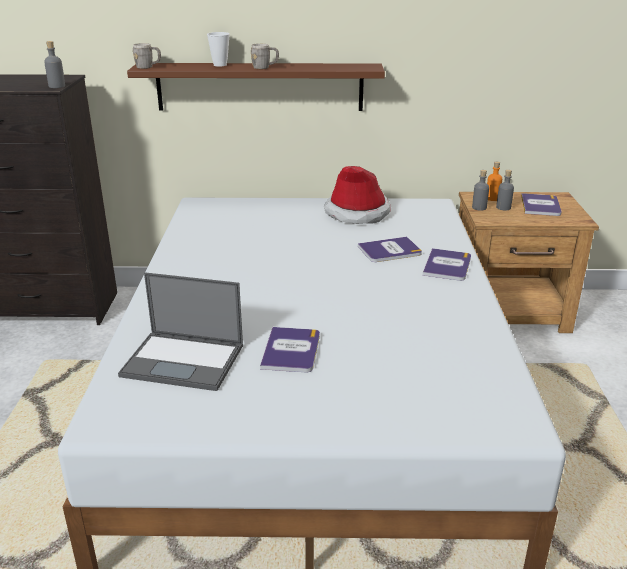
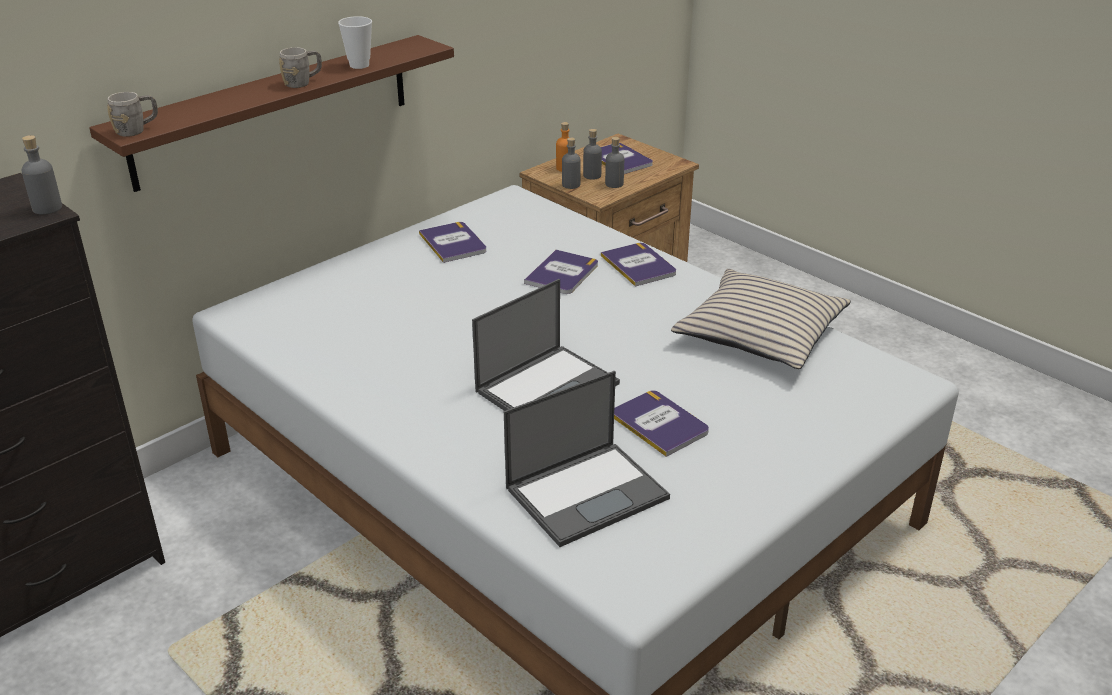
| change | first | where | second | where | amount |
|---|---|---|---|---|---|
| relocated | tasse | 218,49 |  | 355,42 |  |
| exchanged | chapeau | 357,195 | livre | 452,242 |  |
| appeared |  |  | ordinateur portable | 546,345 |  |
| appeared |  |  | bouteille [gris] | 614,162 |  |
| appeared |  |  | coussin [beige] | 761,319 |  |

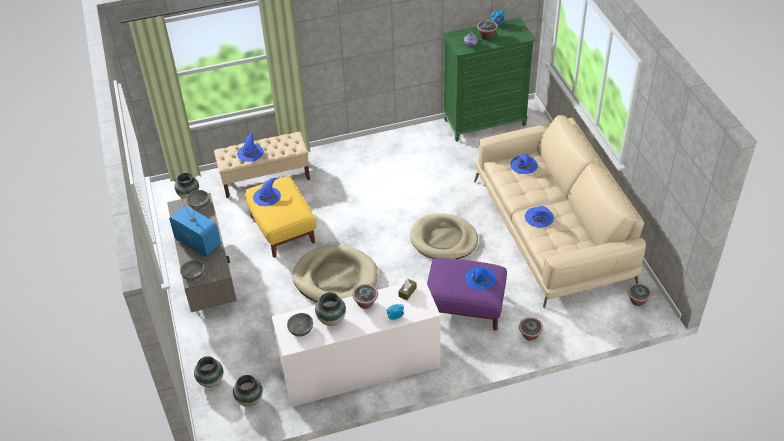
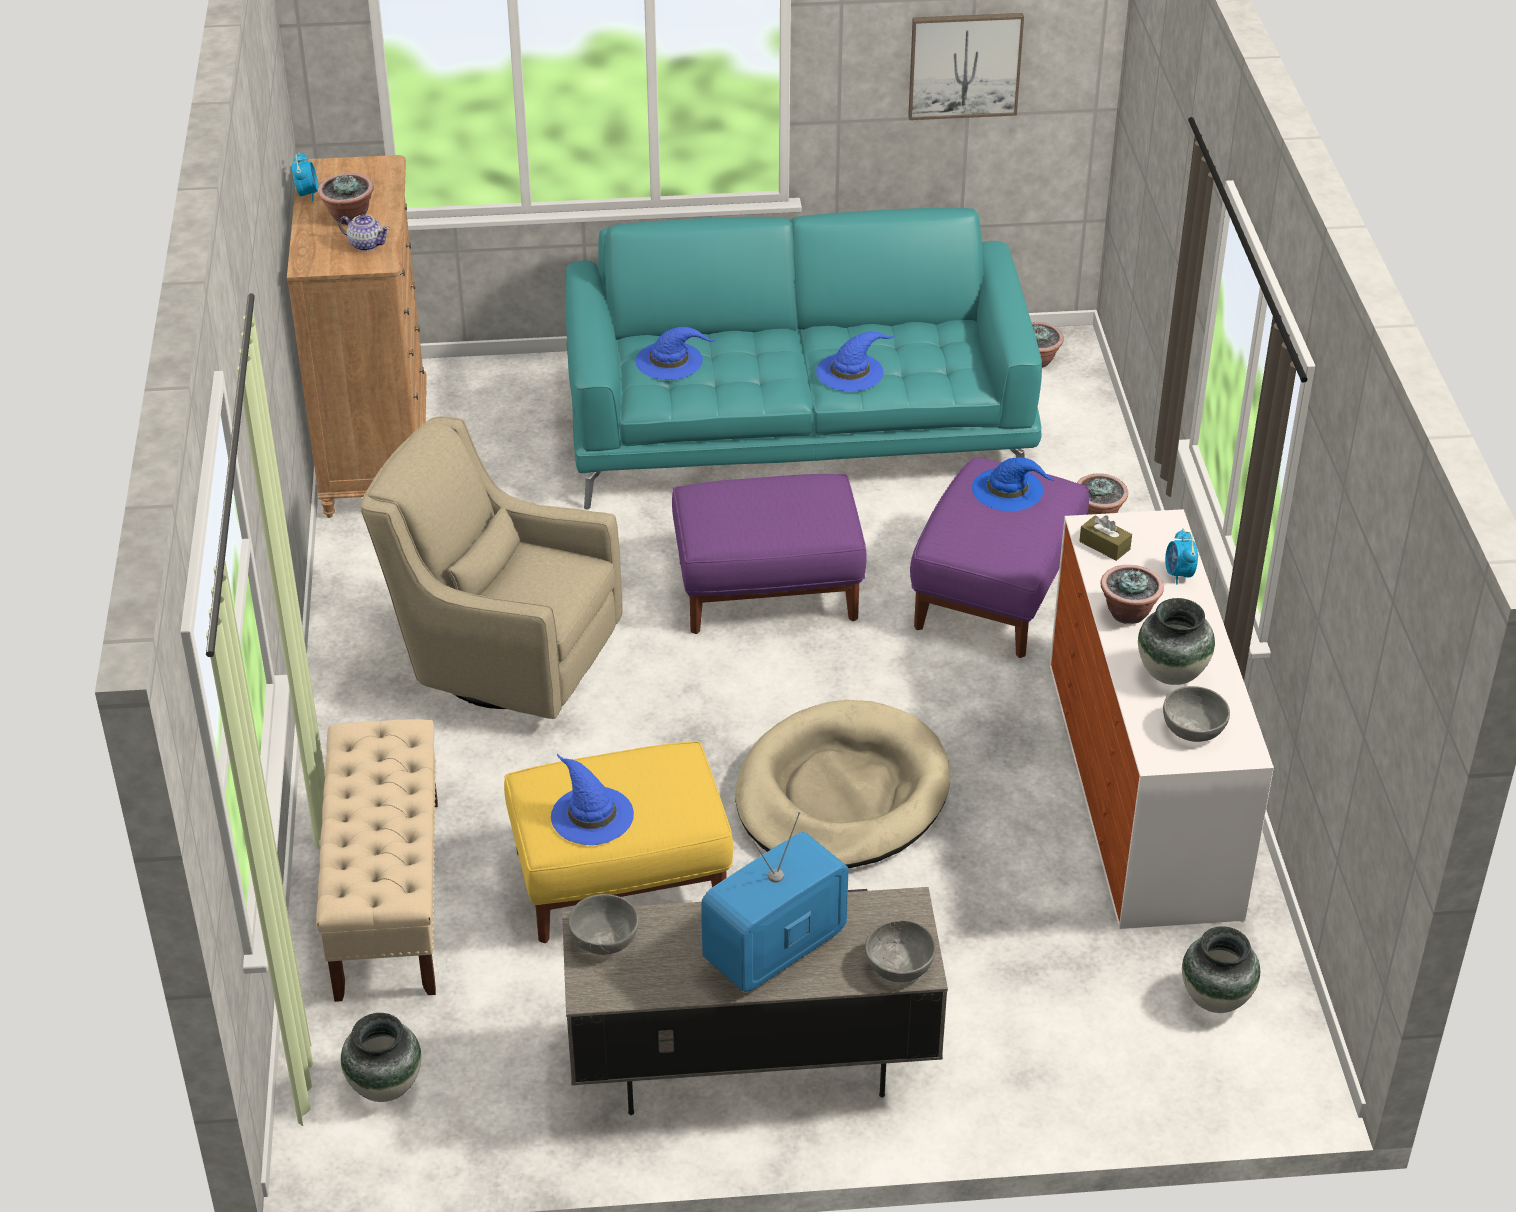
| change | first | where | second | where | amount |
|---|---|---|---|---|---|
| colour | commode [vert] | 489,80 | commode [marron] | 357,336 |  |
| appeared |  |  | fauteuil [beige] | 491,567 |  |
| colour | canapé [beige] | 560,211 | canapé [turquoise] | 803,359 |  |
| exchanged | panier pour chien [beige] | 444,236 | pouf [violet] | 769,554 |  |
| appeared |  |  | tableau | 966,66 |  |
| missing | vase | 208,372 |  |  |  |
| missing | chapeau [bleu] | 250,146 |  |  |  |

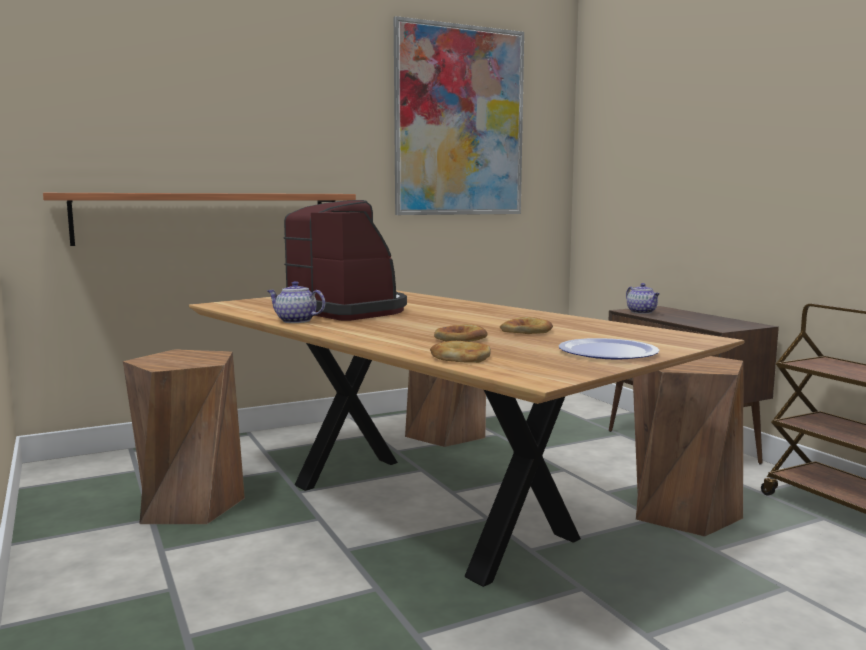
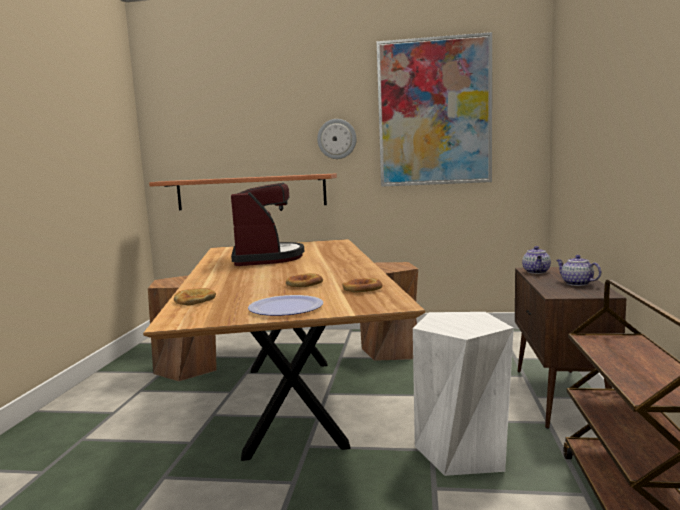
| change | first | where | second | where | amount |
|---|---|---|---|---|---|
| appeared |  |  | horloge murale | 336,139 |  |
| relocated | pain | 461,333 |  | 362,285 |  |
| colour | tabouret [marron] | 688,446 | tabouret [blanc] | 463,394 |  |
| relocated | théière | 296,302 |  | 578,270 |  |

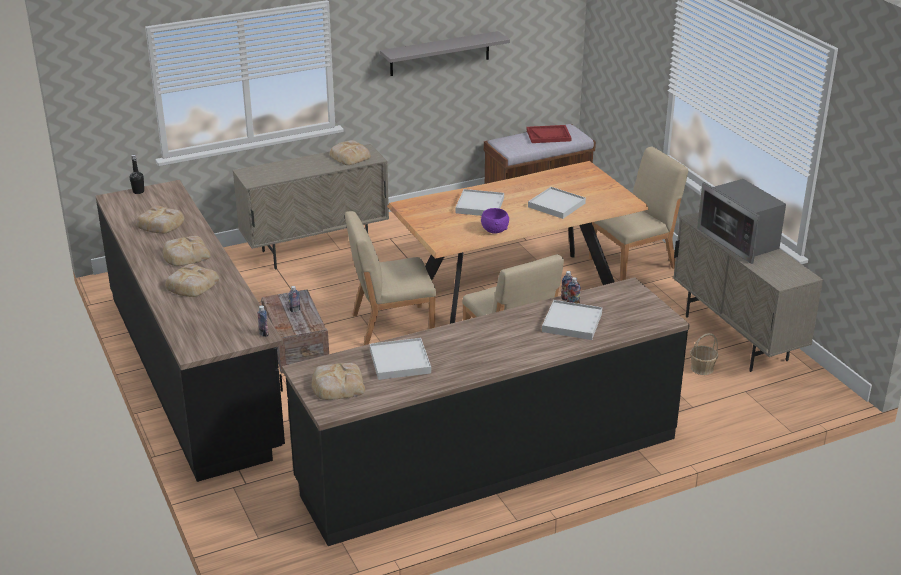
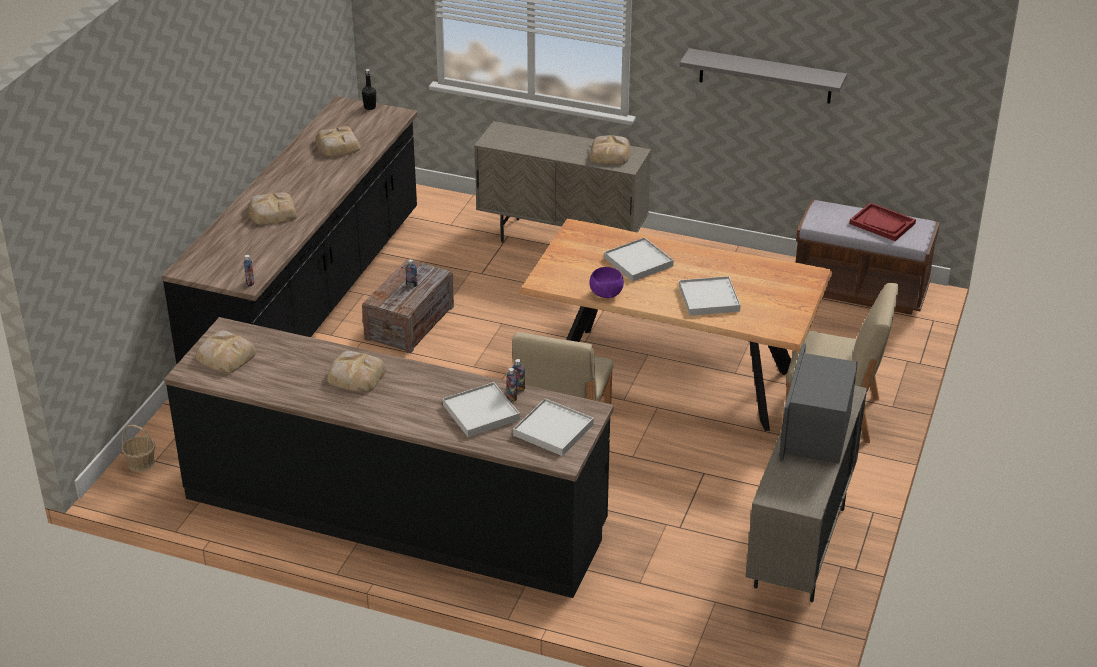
| change | first | where | second | where | amount |
|---|---|---|---|---|---|
| relocated | panier | 704,354 |  | 138,448 |  |
| relocated | pain | 187,251 |  | 356,371 |  |
| relocated | plateau [blanc] | 400,359 |  | 553,427 |  |
| missing | chaise [beige] | 390,278 |  |  |  |

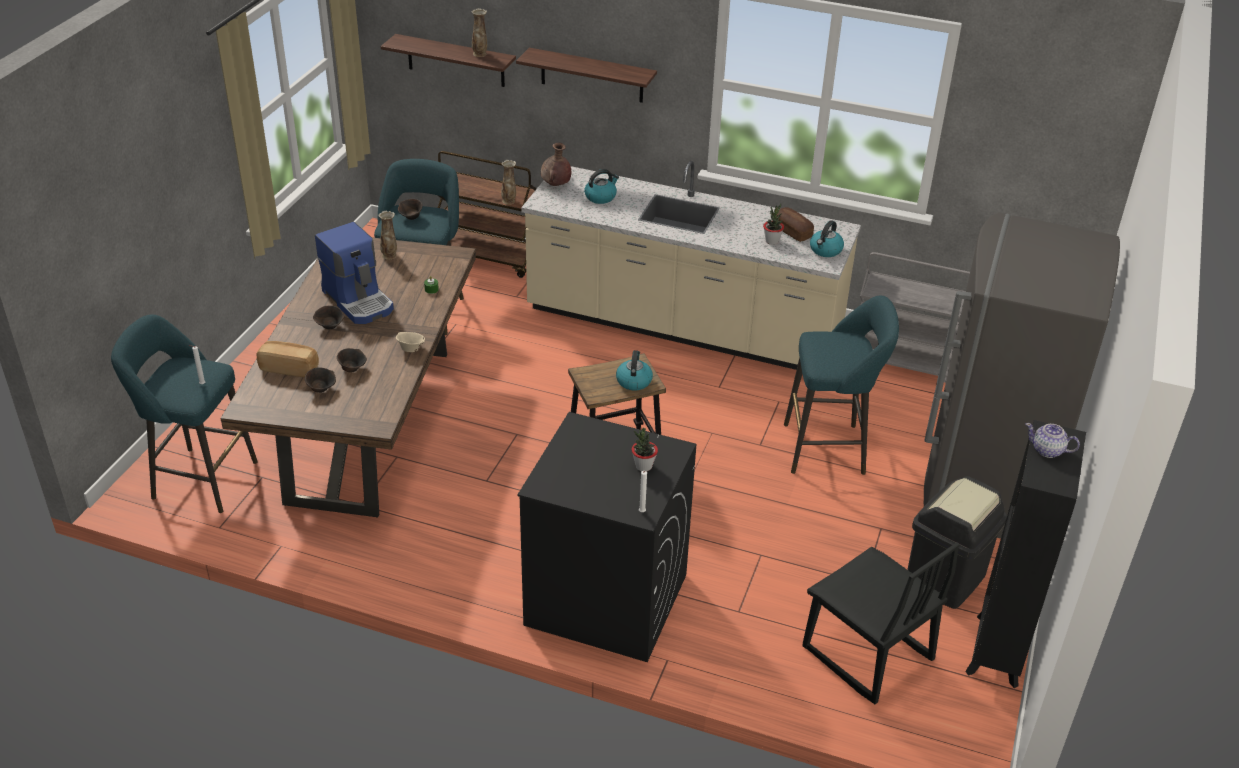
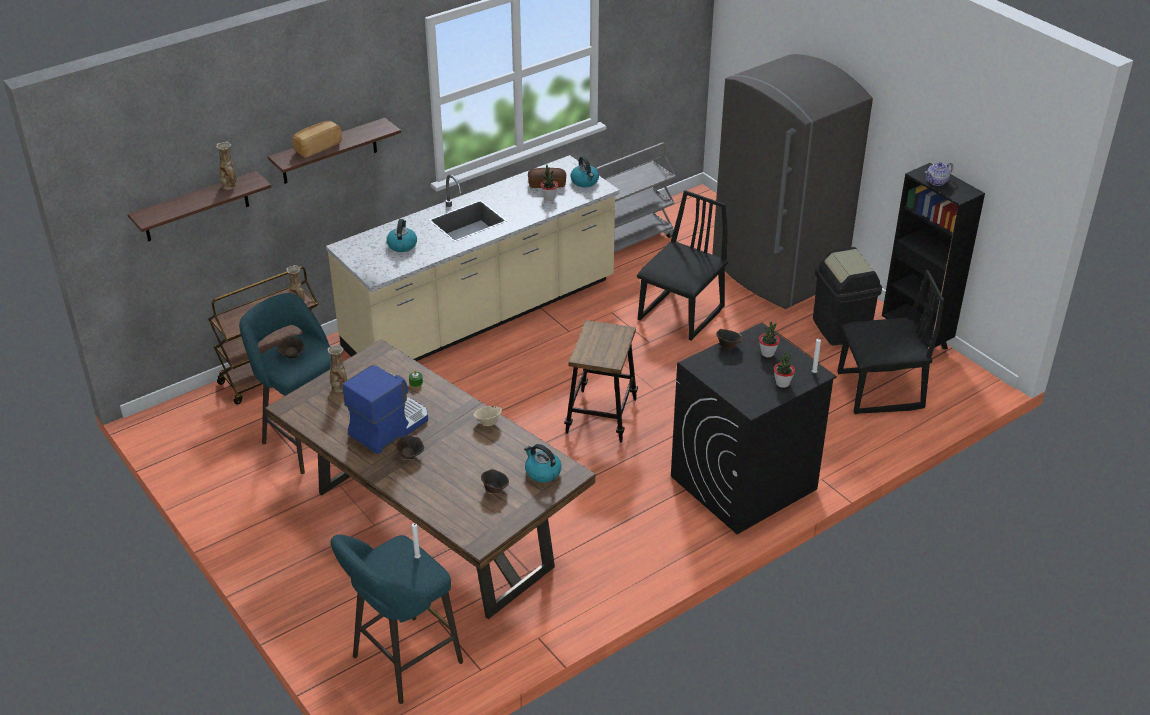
| change | first | where | second | where | amount |
|---|---|---|---|---|---|
| relocated | pain | 287,359 |  | 317,139 |  |
| spun | machine à café | 354,273 |  | 385,409 | 45 degrees counterclockwise |
| relocated | bouilloire | 634,370 |  | 543,463 |  |
| exchanged | tabouret [turquoise] | 841,385 | chaise [noir] | 682,265 |  |
| relocated | bol [marron] | 352,360 |  | 729,339 |  |
| appeared |  |  | plante en pot | 784,369 |  |
| missing | vase [marron] | 556,164 |  |  |  |

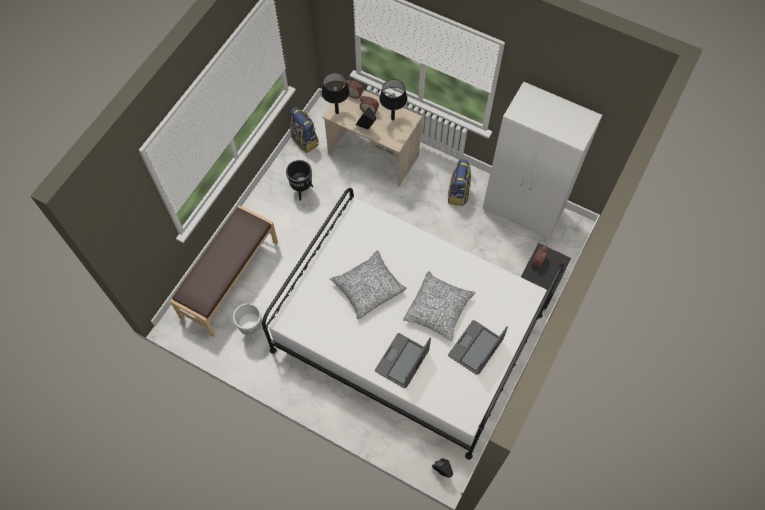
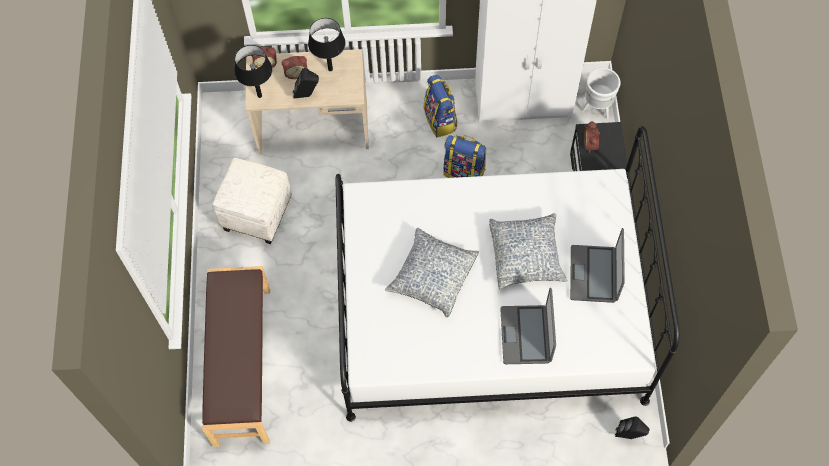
| change | first | where | second | where | amount |
|---|---|---|---|---|---|
| exchanged | cache-pot [noir] | 299,180 | pouf [blanc] | 252,201 |  |
| relocated | sac à dos | 304,130 |  | 465,156 |  |
| relocated | cache-pot [blanc] | 247,323 |  | 601,93 |  |

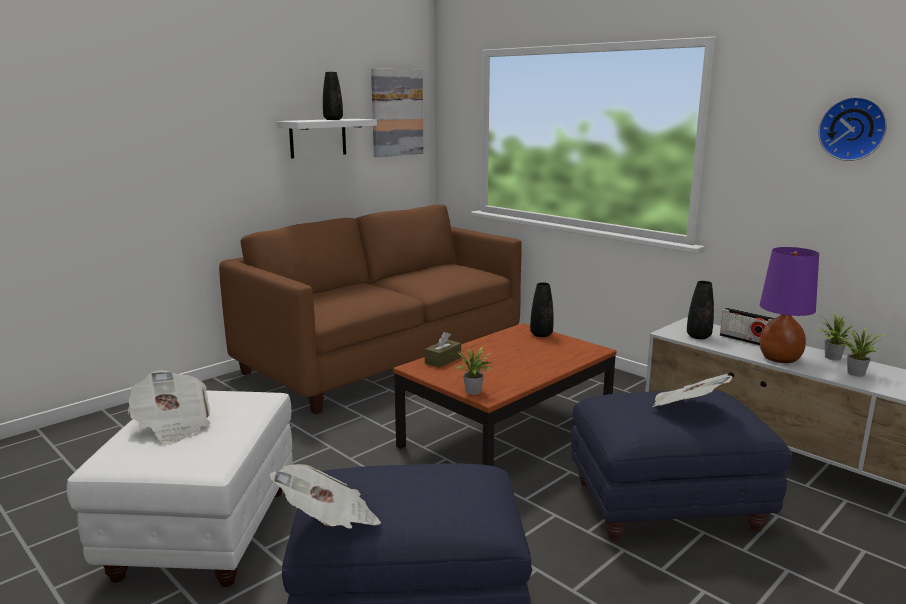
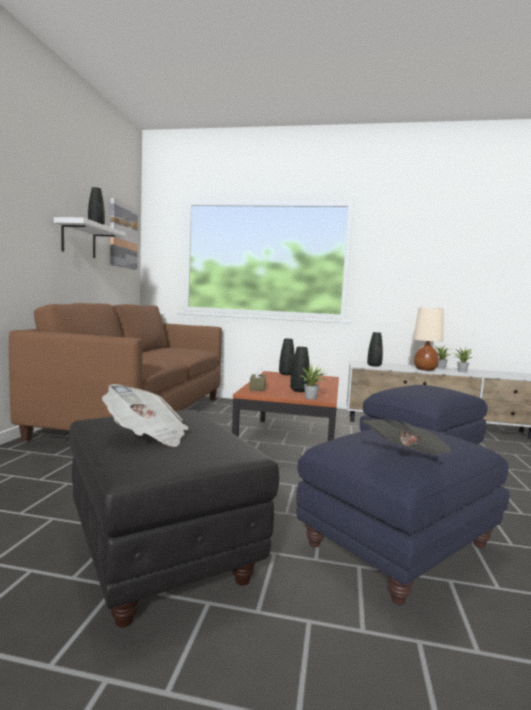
| change | first | where | second | where | amount |
|---|---|---|---|---|---|
| colour | pouf [blanc] | 179,489 | pouf [noir] | 174,518 |  |
| appeared |  |  | vase [noir] | 300,369 |  |
| colour | lampe de table [violet] | 789,305 | lampe de table [beige] | 428,339 |  |
| missing | journal | 692,390 |  |  |  |
| missing | radio | 747,327 |  |  |  |
| missing | horloge murale | 852,129 |  |  |  |

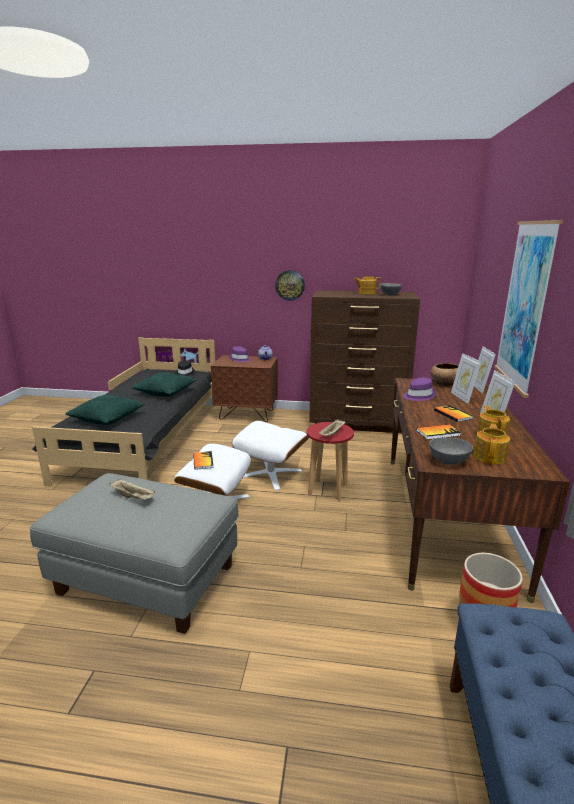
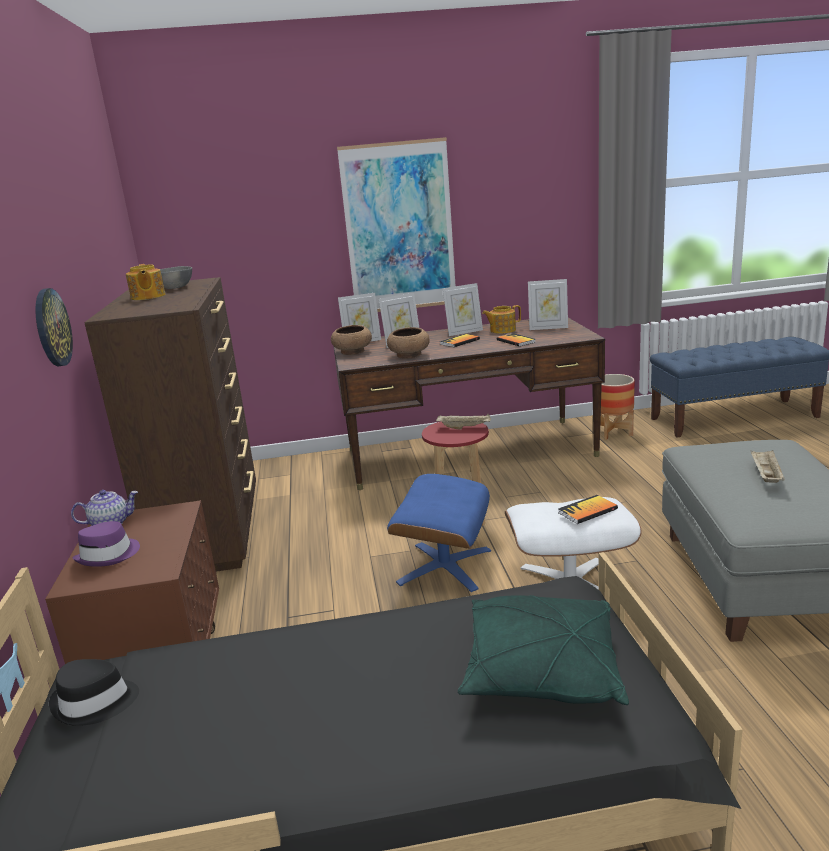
| change | first | where | second | where | amount |
|---|---|---|---|---|---|
| exchanged | chapeau [violet] | 419,389 | bol [marron] | 408,343 |  |
| colour | pouf [blanc] | 270,455 | pouf [bleu] | 439,533 |  |
| exchanged | théière | 491,444 | cadre photo | 548,304 |  |
| missing | coussin [vert] | 164,384 |  |  |  |
| missing | bol [gris] | 451,451 |  |  |  |

